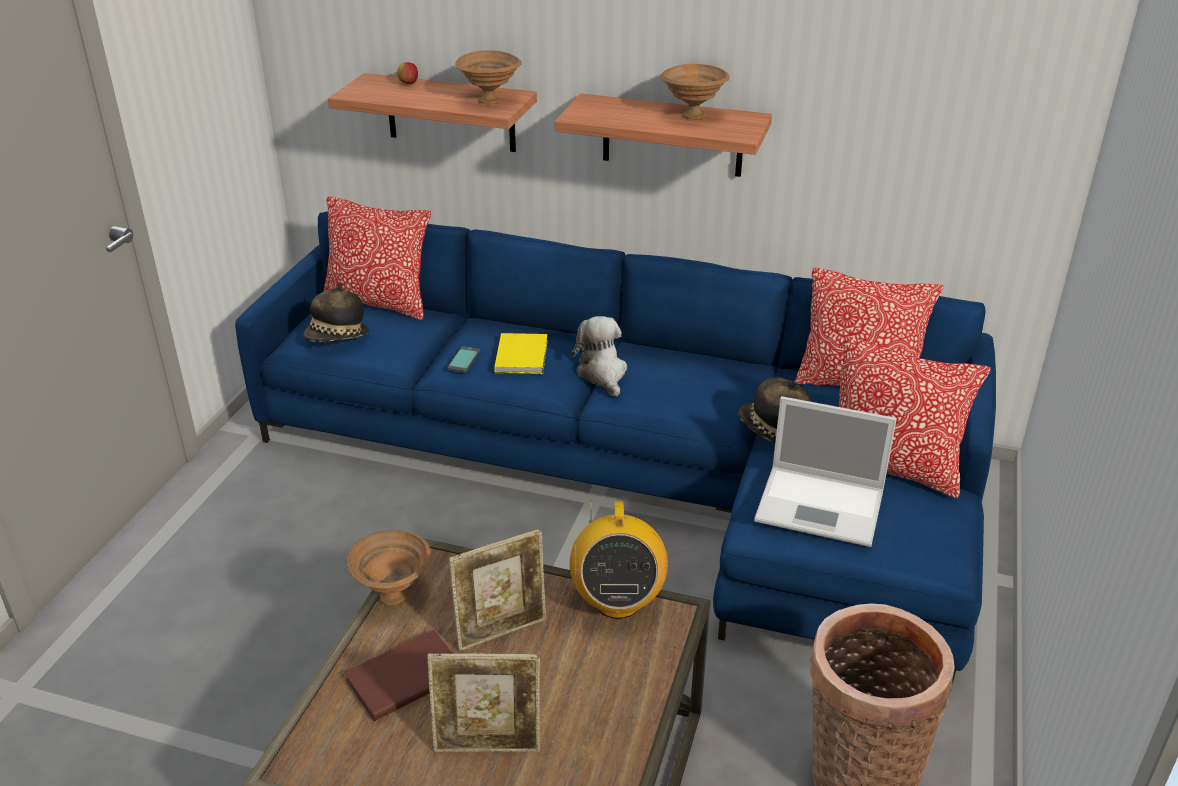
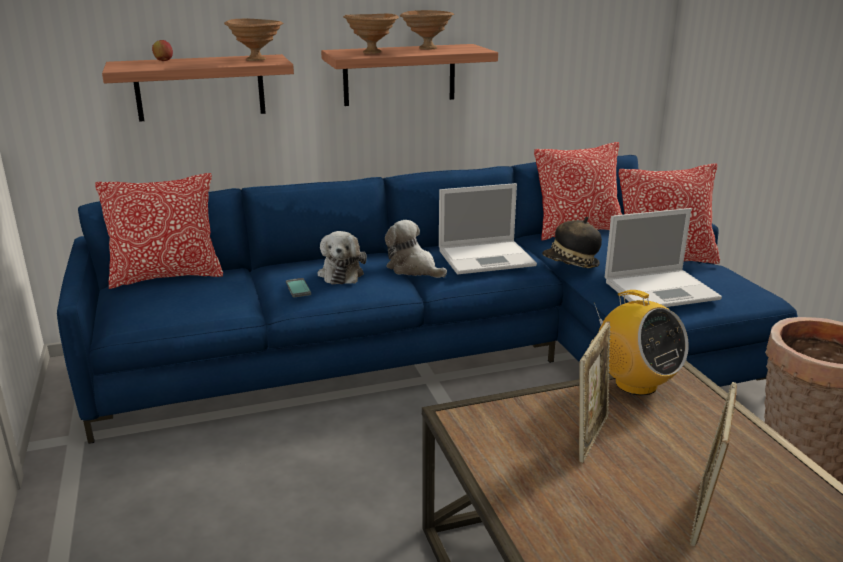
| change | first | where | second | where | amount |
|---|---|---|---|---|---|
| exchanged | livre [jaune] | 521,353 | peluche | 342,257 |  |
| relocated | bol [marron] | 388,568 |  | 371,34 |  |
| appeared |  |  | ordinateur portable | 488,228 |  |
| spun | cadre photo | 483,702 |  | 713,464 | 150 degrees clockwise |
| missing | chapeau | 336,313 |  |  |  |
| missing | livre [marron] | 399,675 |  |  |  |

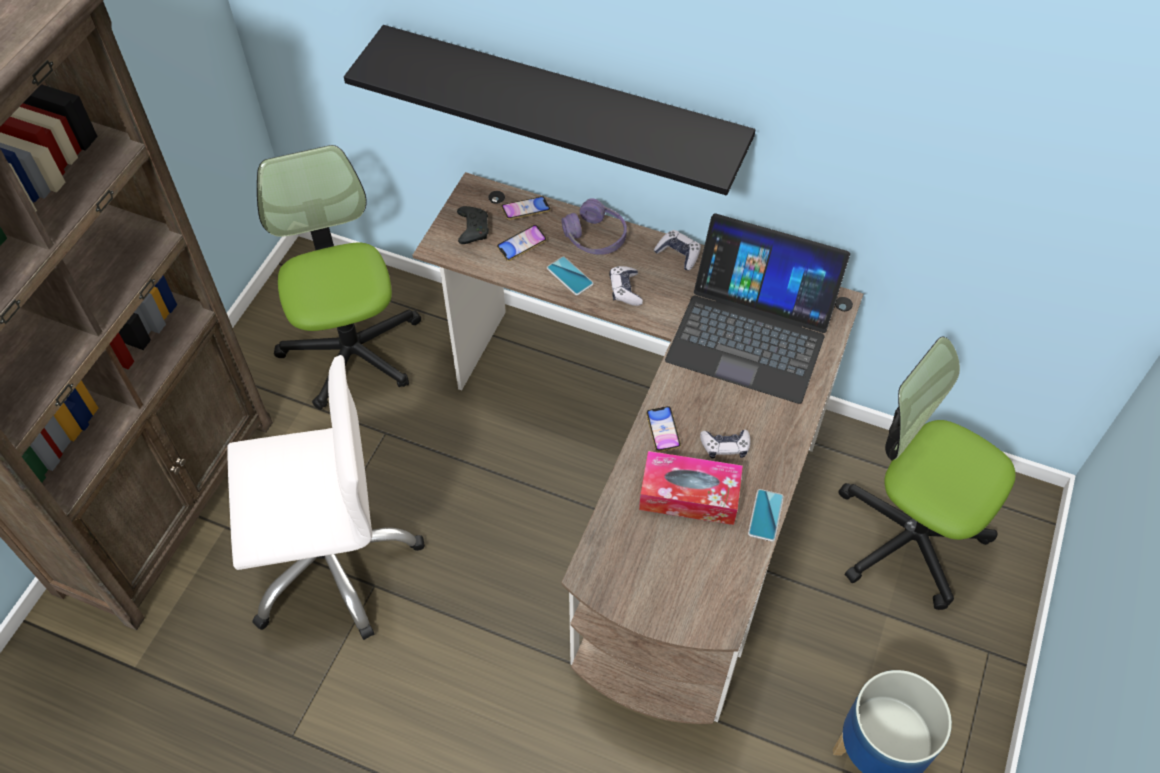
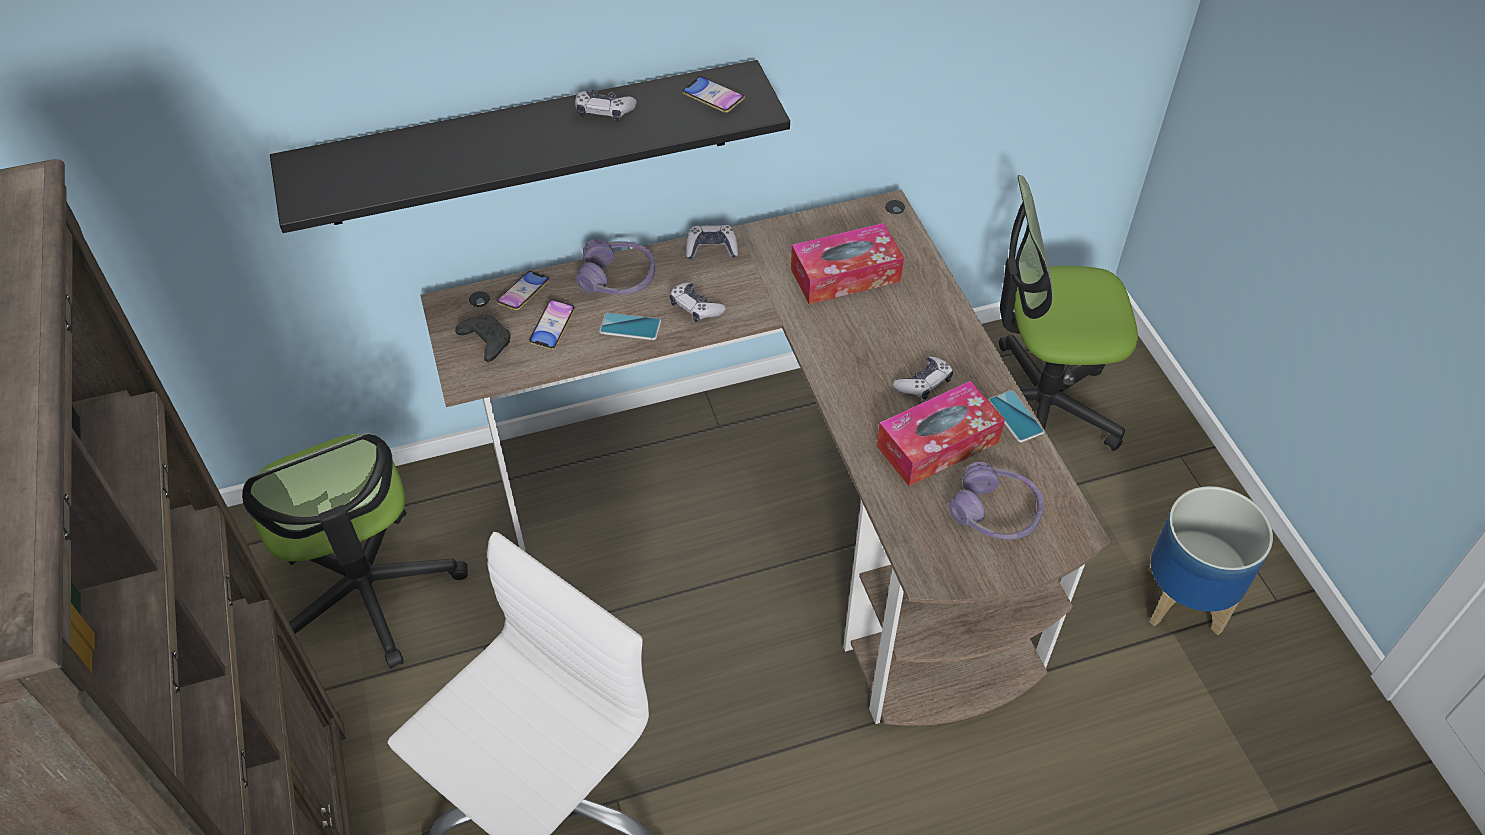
| change | first | where | second | where | amount |
|---|---|---|---|---|---|
| spun | chaise de bureau | 339,277 |  | 355,551 | 150 degrees counterclockwise |
| appeared |  |  | manette | 606,106 |  |
| relocated | téléphone | 663,429 |  | 713,94 |  |
| exchanged | ordinateur portable | 757,308 | boîte à mouchoirs | 847,263 |  |
| appeared |  |  | casque audio [violet] | 996,501 |  |

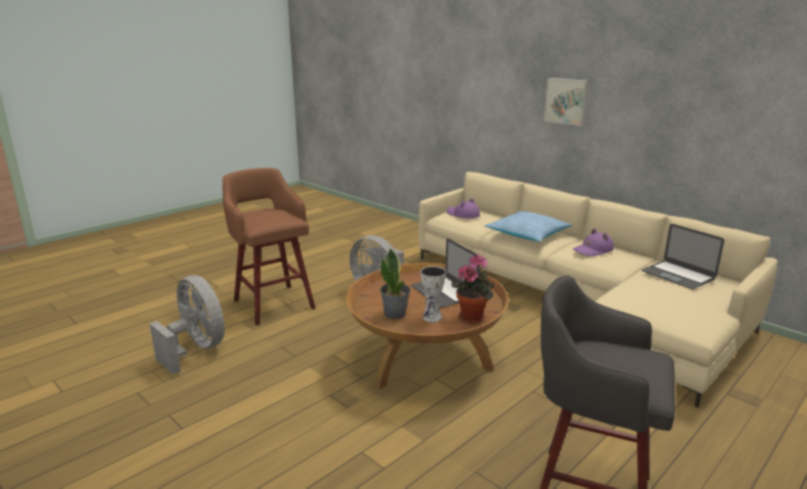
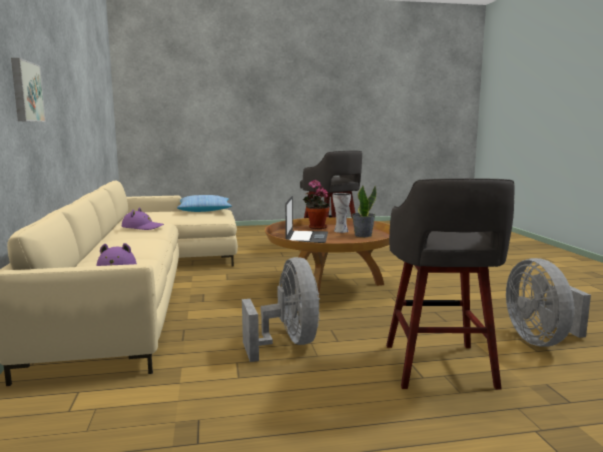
| change | first | where | second | where | amount |
|---|---|---|---|---|---|
| relocated | coussin | 528,226 |  | 204,203 |  |
| colour | tabouret [marron] | 268,247 | tabouret [gris] | 450,284 |  |
| missing | ordinateur portable | 683,256 |  |  |  |

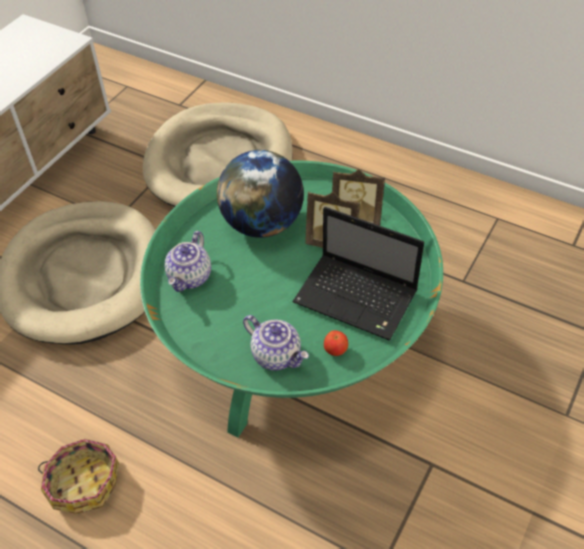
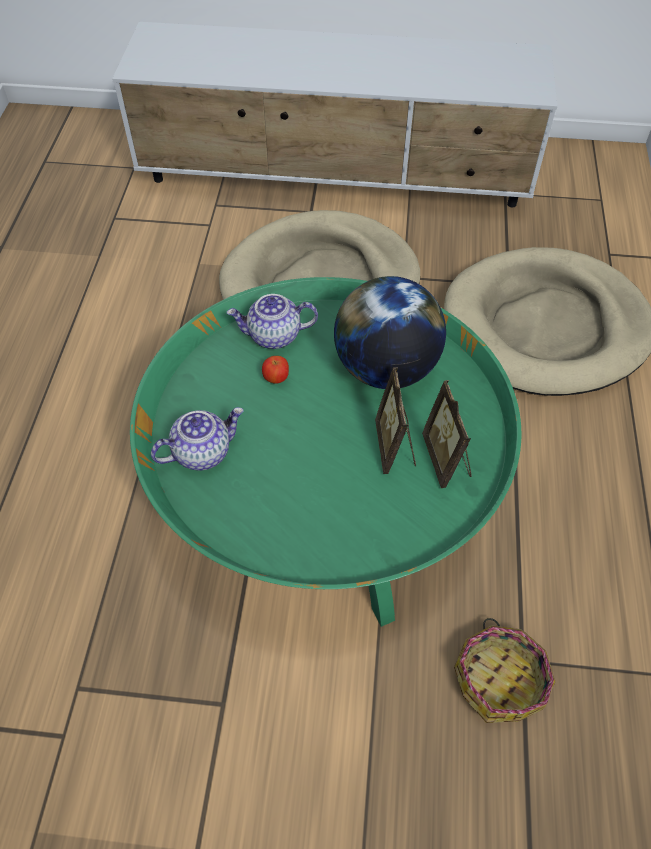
| change | first | where | second | where | amount |
|---|---|---|---|---|---|
| spun | théière | 276,343 |  | 197,438 | 135 degrees counterclockwise |
| relocated | pomme | 336,343 |  | 275,370 |  |
| relocated | panier | 78,476 |  | 504,670 |  |
| missing | ordinateur portable | 358,274 |  |  |  |

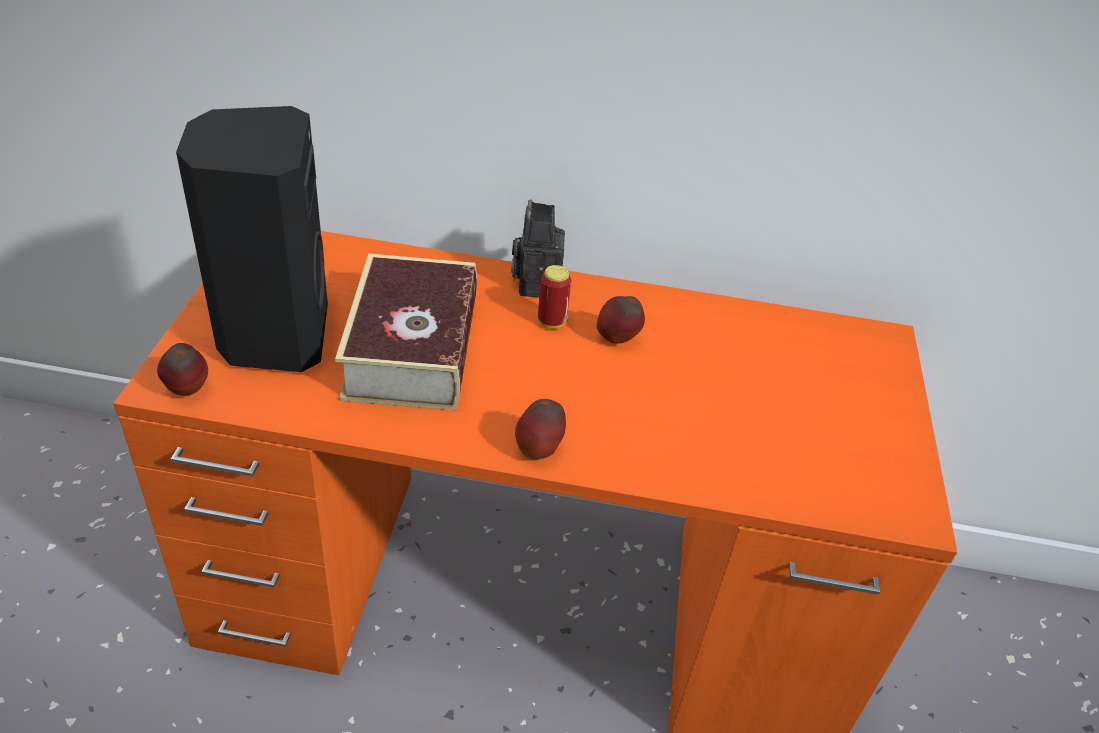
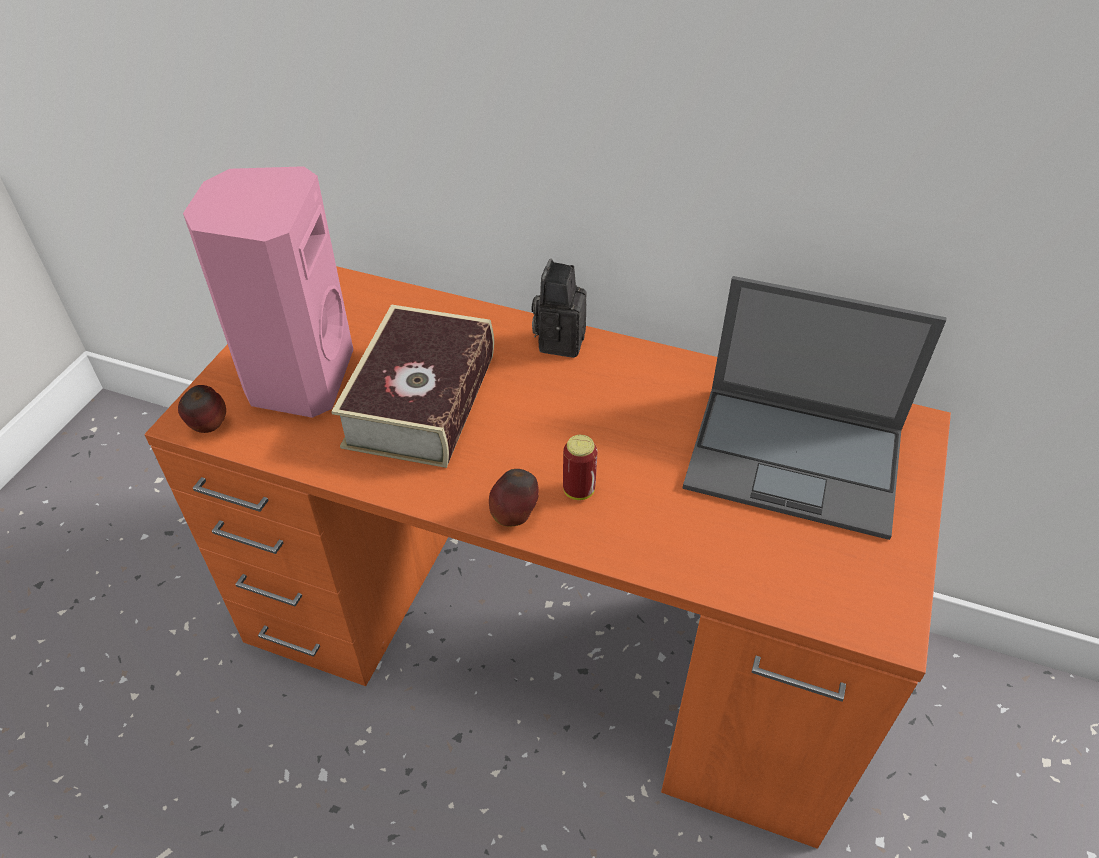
| change | first | where | second | where | amount |
|---|---|---|---|---|---|
| colour | enceinte [noir] | 252,239 | enceinte [rose] | 268,292 |  |
| relocated | boîte métallique | 554,297 |  | 580,467 |  |
| appeared |  |  | ordinateur portable | 814,408 |  |
| missing | pomme | 621,320 |  |  |  |

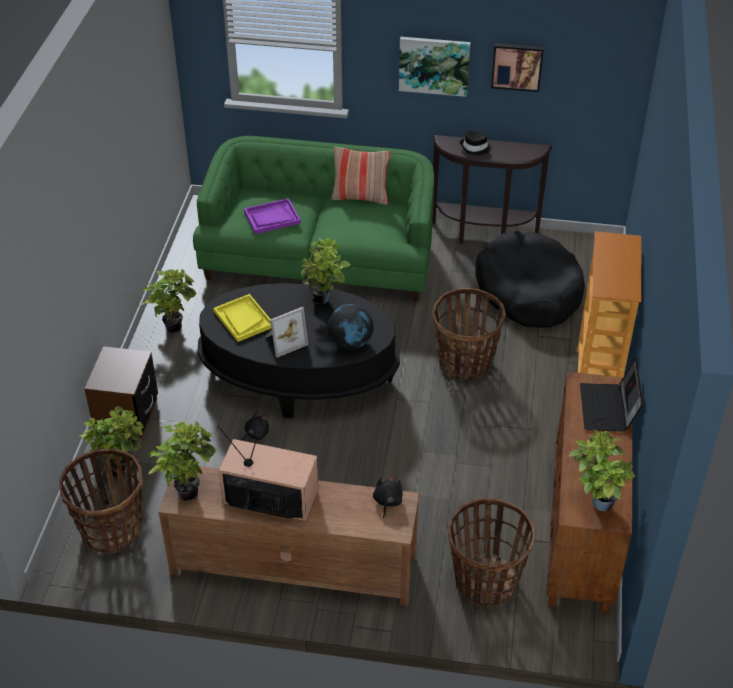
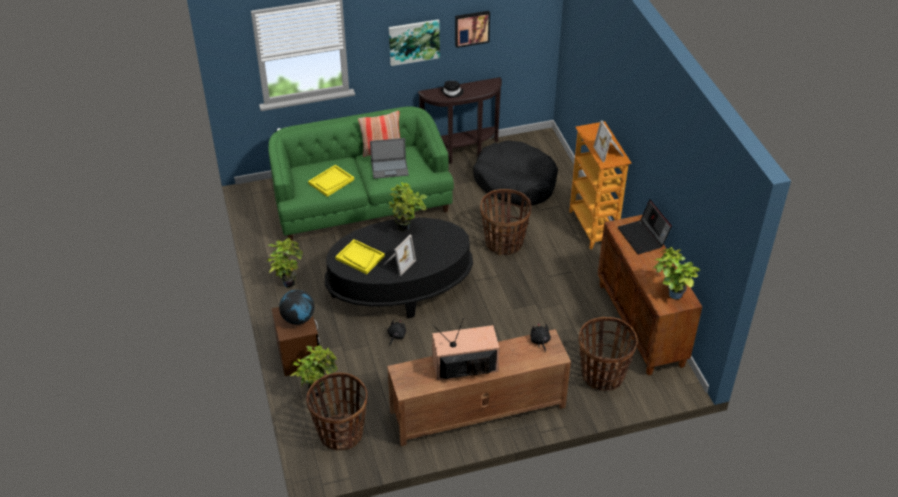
| change | first | where | second | where | amount |
|---|---|---|---|---|---|
| relocated | globe | 351,327 |  | 296,307 |  |
| colour | plateau [violet] | 272,216 | plateau [jaune] | 331,181 |  |
| appeared |  |  | ordinateur portable | 389,158 |  |
| appeared |  |  | cadre photo | 608,141 |  |
| missing | plante en pot | 182,461 |  |  |  |

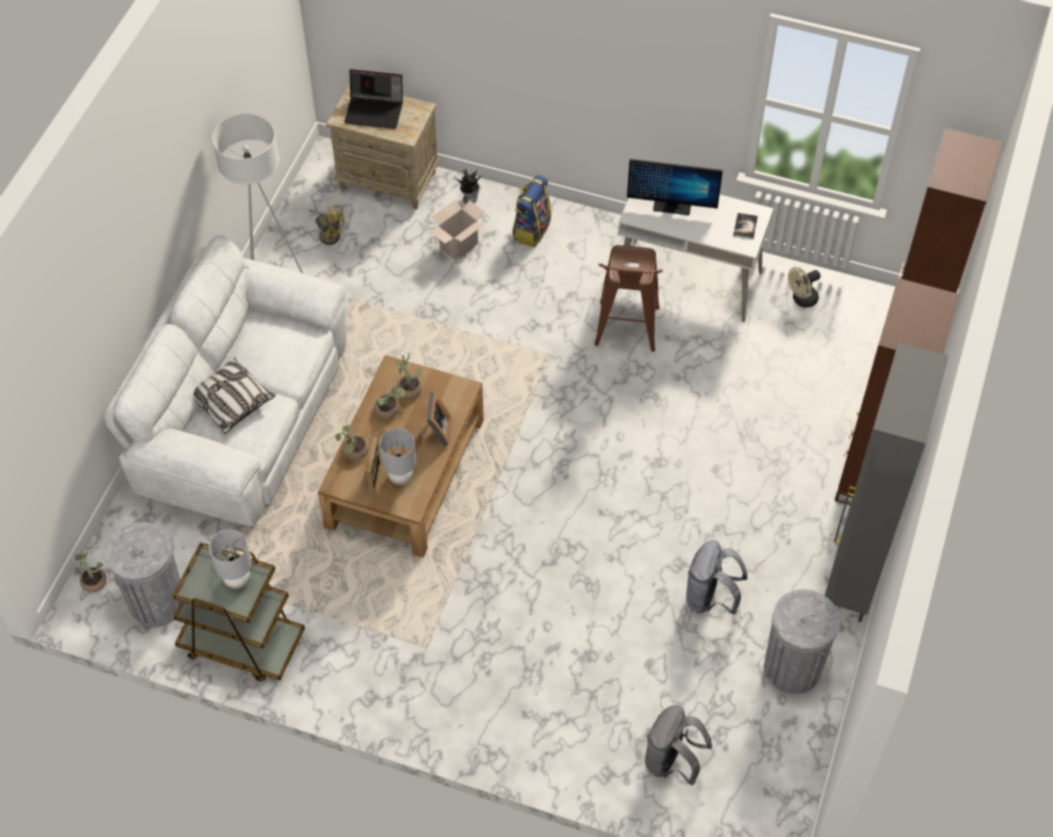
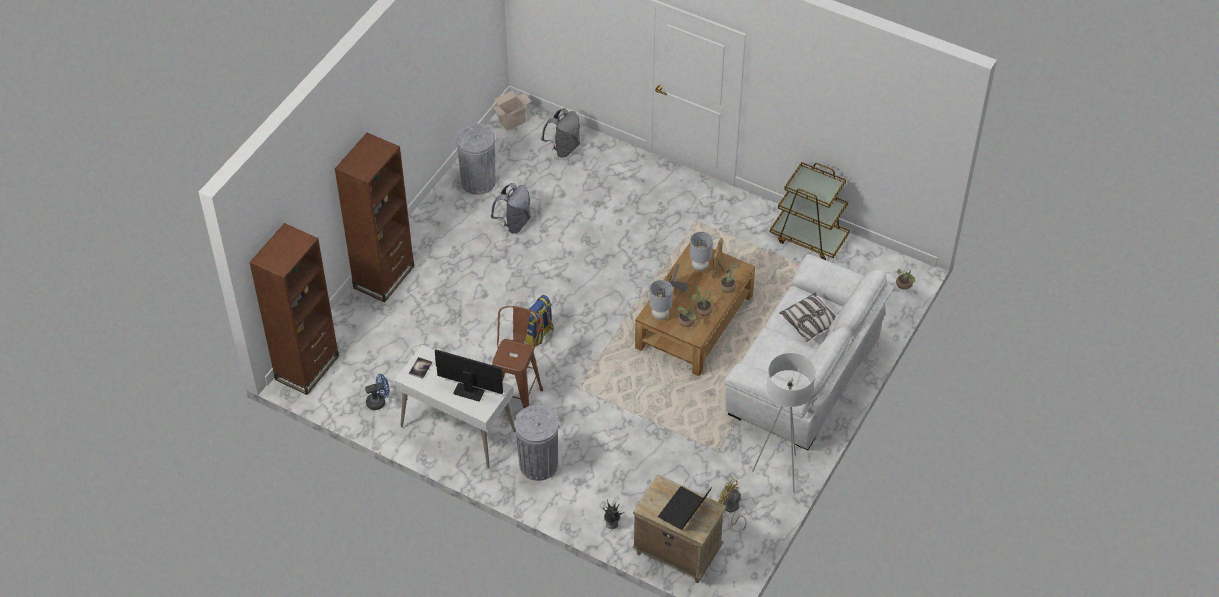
| change | first | where | second | where | amount |
|---|---|---|---|---|---|
| colour | ventilateur [beige] | 804,287 | ventilateur [bleu] | 377,392 |  |
| relocated | carton | 457,230 |  | 511,110 |  |
| relocated | poubelle [gris] | 144,574 |  | 536,443 |  |
| relocated | sac à dos | 532,211 |  | 539,321 |  |
| relocated | lampe de table [gris] | 230,559 |  | 661,300 |  |
| spun | ordinateur portable | 373,99 |  | 685,508 | 75 degrees counterclockwise |
| missing | meuble de rangement [gris] | 886,482 |  |  |  |

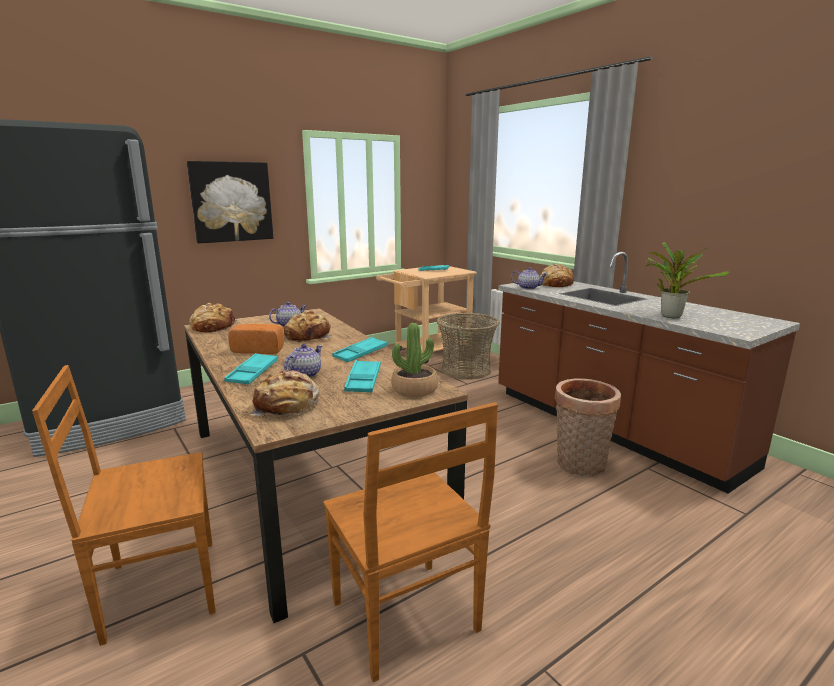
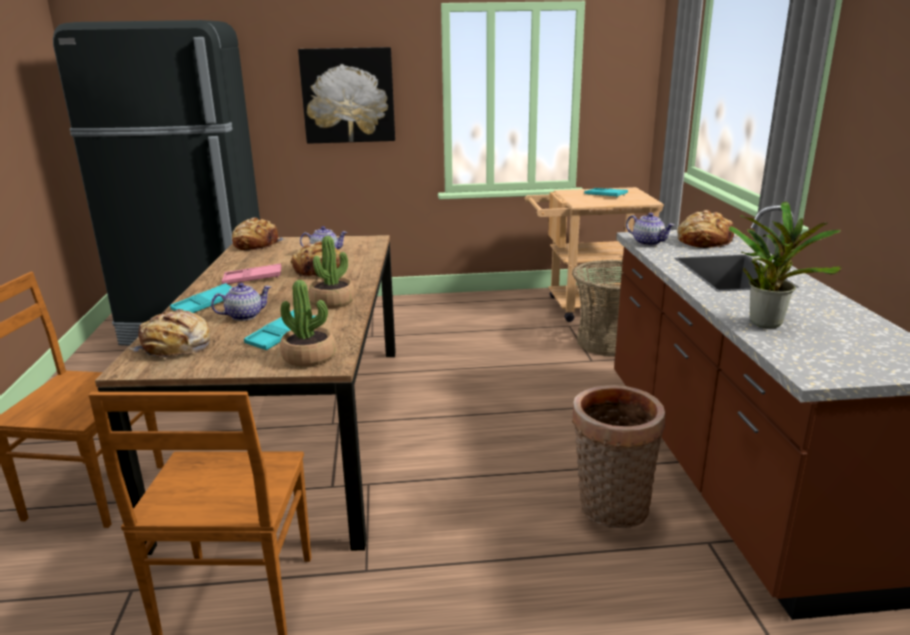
| change | first | where | second | where | amount |
|---|---|---|---|---|---|
| exchanged | pain | 256,339 | plateau [rose] | 252,273 |  |
| exchanged | plateau [turquoise] | 360,349 | plante en pot | 332,272 |  |

